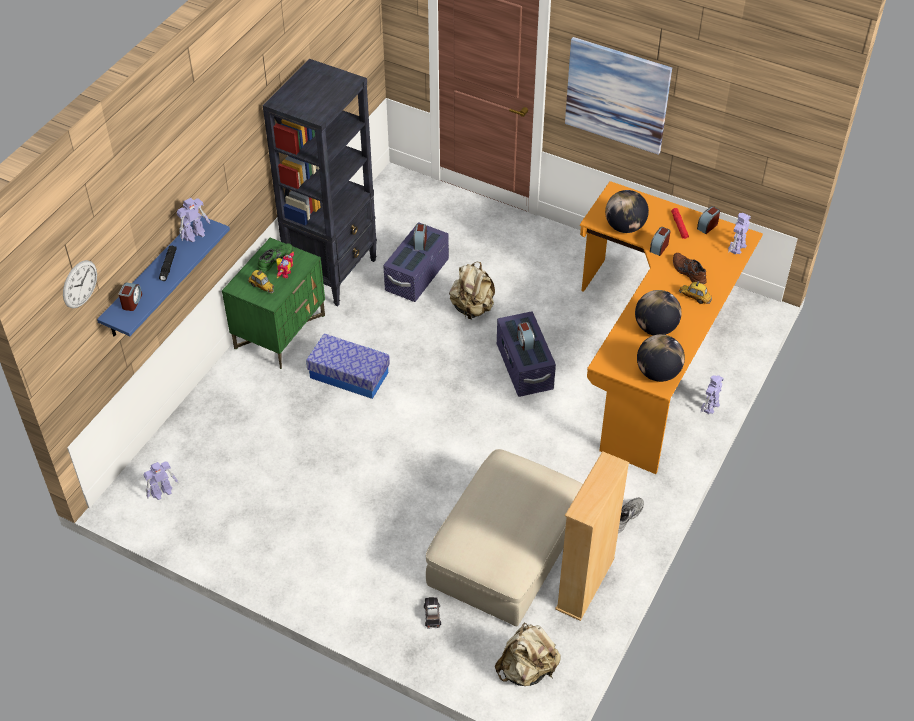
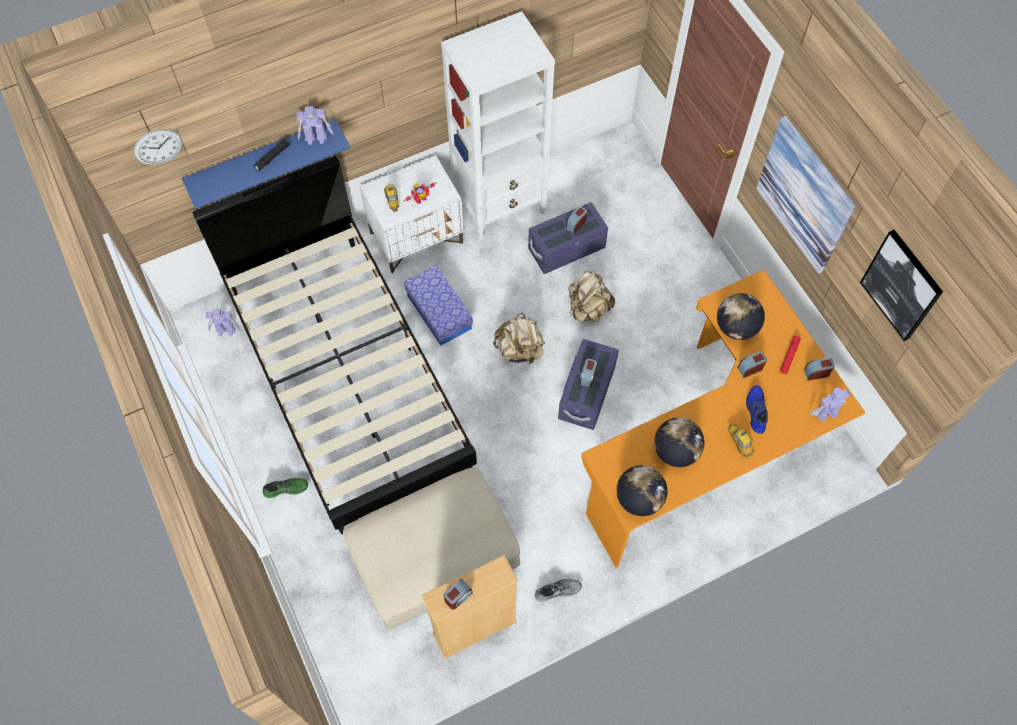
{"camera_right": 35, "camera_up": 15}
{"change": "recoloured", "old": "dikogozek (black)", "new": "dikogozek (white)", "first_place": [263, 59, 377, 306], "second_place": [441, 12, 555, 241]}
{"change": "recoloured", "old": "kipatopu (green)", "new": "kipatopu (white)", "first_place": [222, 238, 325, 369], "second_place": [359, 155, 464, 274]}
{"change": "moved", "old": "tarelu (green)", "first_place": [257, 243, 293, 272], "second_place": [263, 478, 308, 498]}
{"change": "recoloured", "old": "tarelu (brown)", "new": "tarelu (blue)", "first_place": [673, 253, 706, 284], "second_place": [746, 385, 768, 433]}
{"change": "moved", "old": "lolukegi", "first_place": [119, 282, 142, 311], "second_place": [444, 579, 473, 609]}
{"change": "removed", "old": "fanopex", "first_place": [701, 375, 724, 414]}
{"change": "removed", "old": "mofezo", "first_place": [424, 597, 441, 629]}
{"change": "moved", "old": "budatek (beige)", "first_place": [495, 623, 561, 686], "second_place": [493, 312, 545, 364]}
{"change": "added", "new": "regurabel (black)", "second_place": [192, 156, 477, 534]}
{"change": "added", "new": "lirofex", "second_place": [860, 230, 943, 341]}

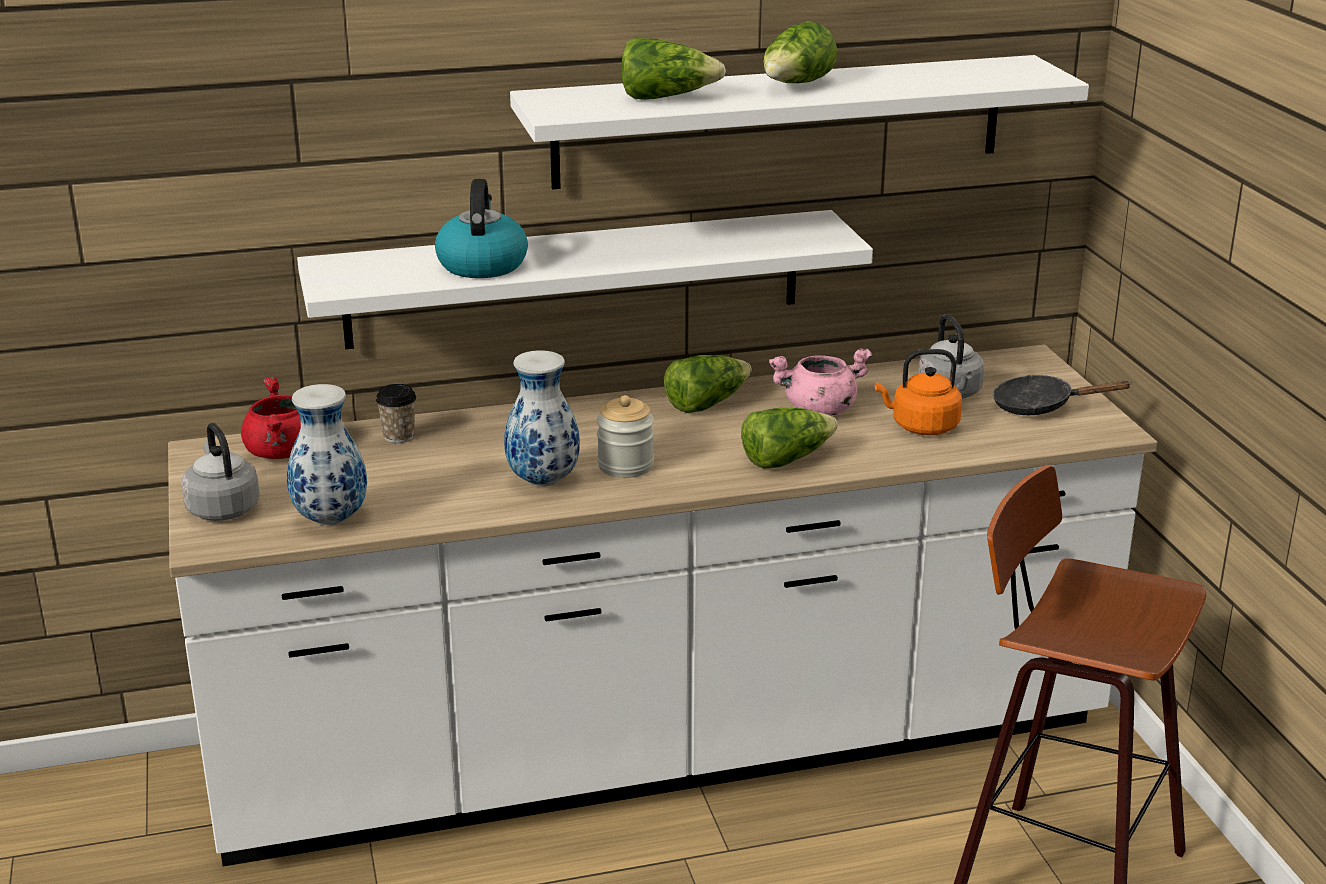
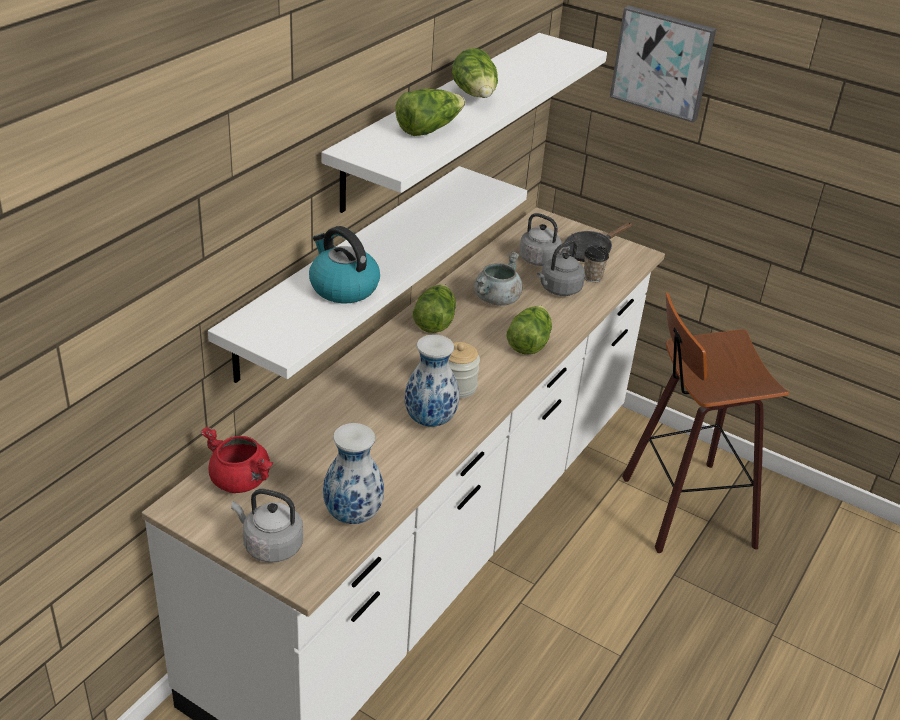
{"camera_right": -45, "camera_up": 10}
{"change": "recoloured", "old": "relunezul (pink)", "new": "relunezul (grey)", "first_place": [769, 349, 872, 416], "second_place": [474, 251, 523, 306]}
{"change": "recoloured", "old": "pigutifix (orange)", "new": "pigutifix (grey)", "first_place": [875, 349, 962, 435], "second_place": [537, 240, 585, 296]}
{"change": "moved", "old": "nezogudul", "first_place": [376, 384, 416, 443], "second_place": [584, 245, 609, 282]}
{"change": "added", "new": "lirofex", "second_place": [610, 5, 716, 123]}

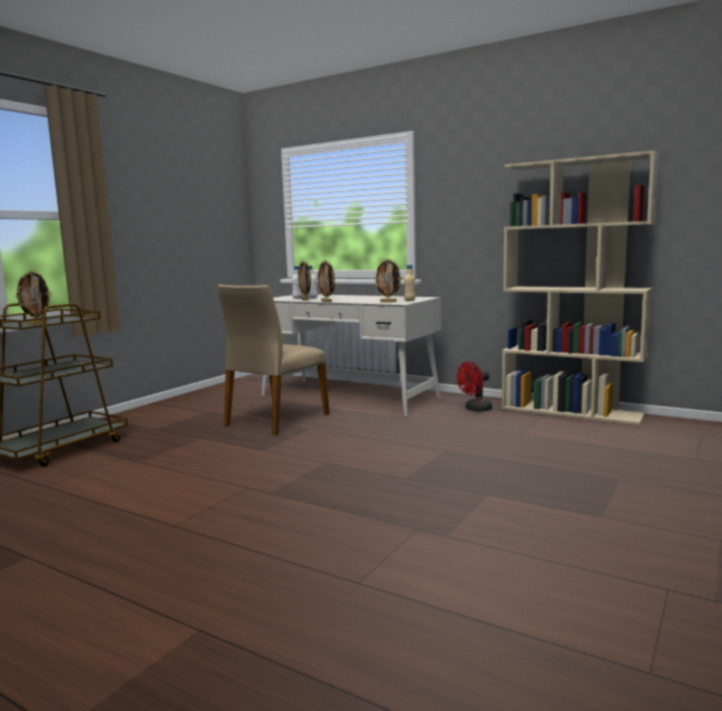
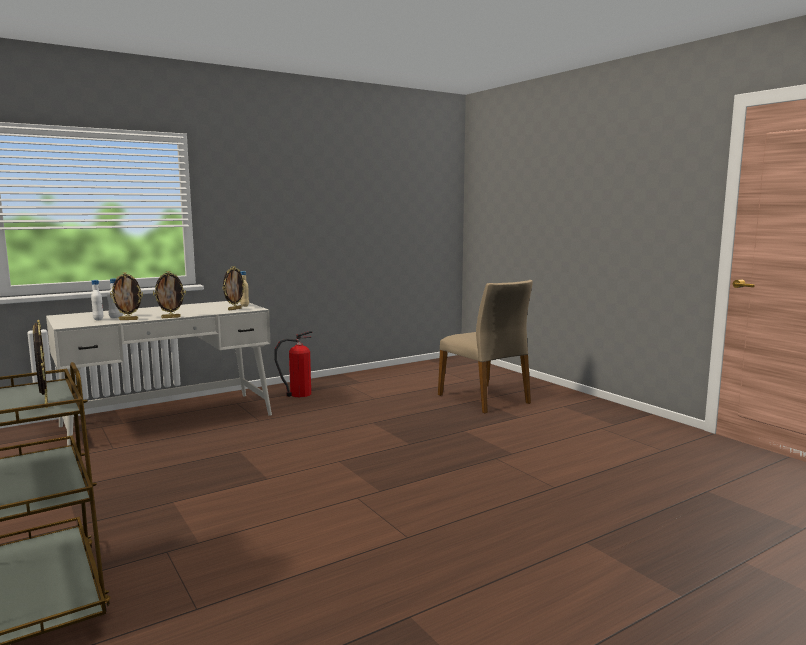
{"camera_right": -65, "camera_up": 0}
{"change": "removed", "old": "dikogozek (beige)", "first_place": [502, 150, 660, 425]}
{"change": "moved", "old": "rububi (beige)", "first_place": [217, 284, 330, 435], "second_place": [438, 280, 533, 413]}
{"change": "replaced", "old": "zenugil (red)", "new": "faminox", "first_place": [457, 361, 492, 412], "second_place": [274, 331, 312, 397]}

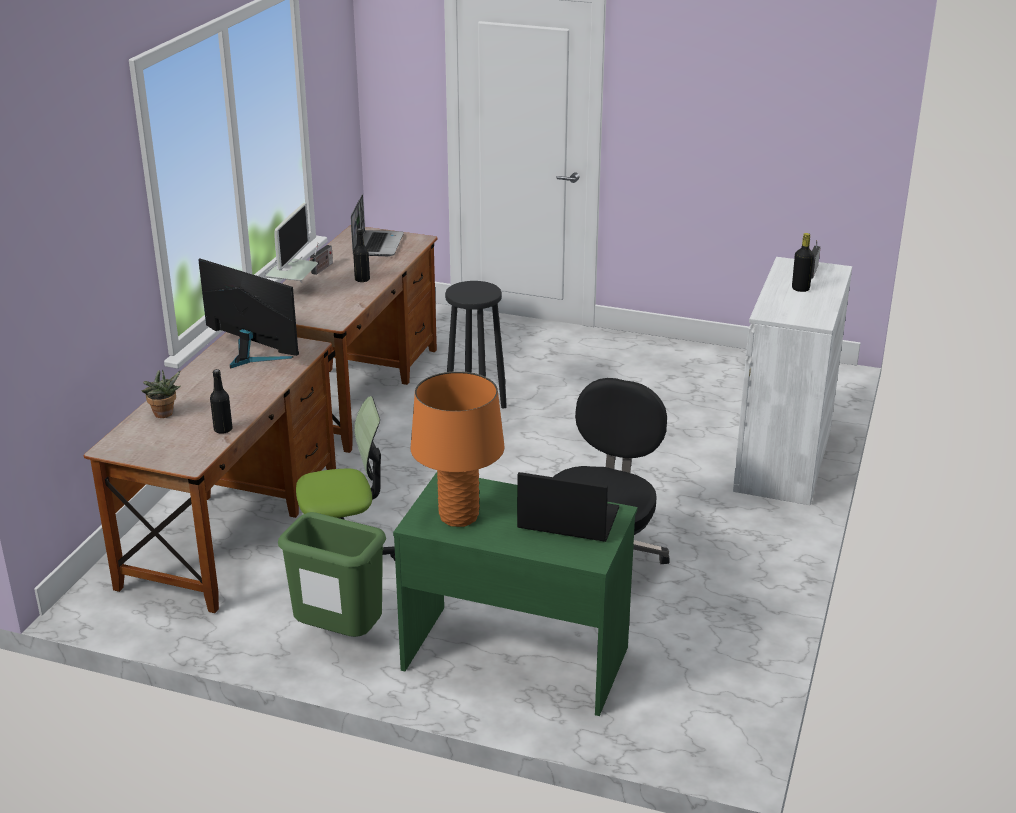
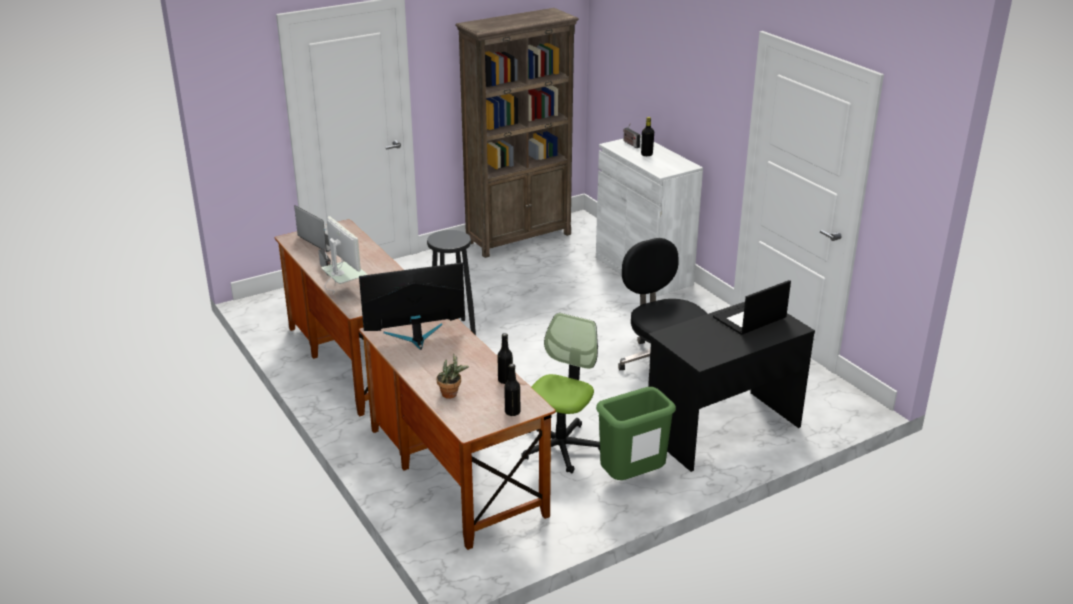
{"camera_right": -50, "camera_up": 0}
{"change": "moved", "old": "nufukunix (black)", "first_place": [353, 228, 370, 283], "second_place": [504, 364, 520, 416]}
{"change": "removed", "old": "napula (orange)", "first_place": [411, 371, 505, 527]}
{"change": "recoloured", "old": "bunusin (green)", "new": "bunusin (black)", "first_place": [393, 472, 638, 716], "second_place": [648, 302, 815, 472]}
{"change": "added", "new": "dikogozek (brown)", "second_place": [455, 8, 579, 258]}

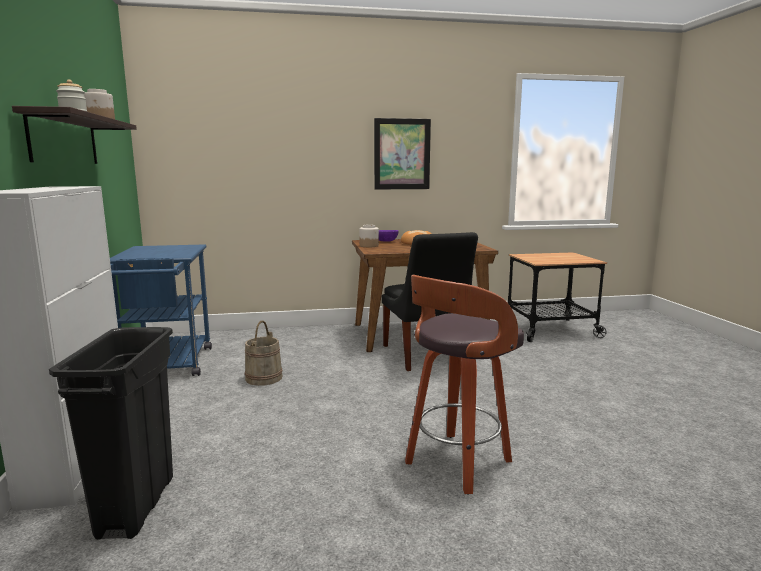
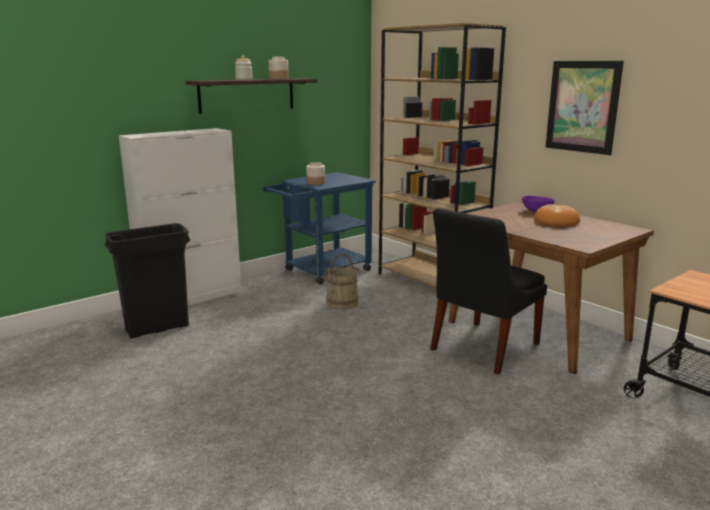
{"camera_right": 60, "camera_up": 5}
{"change": "moved", "old": "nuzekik", "first_place": [359, 224, 379, 247], "second_place": [306, 162, 325, 185]}
{"change": "removed", "old": "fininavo", "first_place": [405, 275, 524, 495]}
{"change": "added", "new": "dikogozek (brown)", "second_place": [379, 23, 506, 287]}

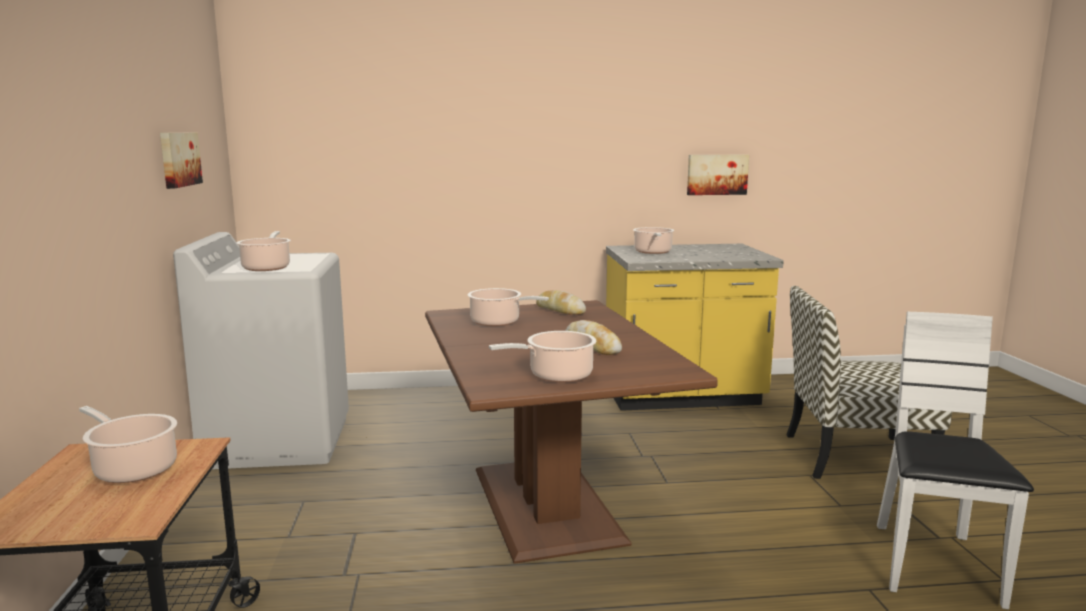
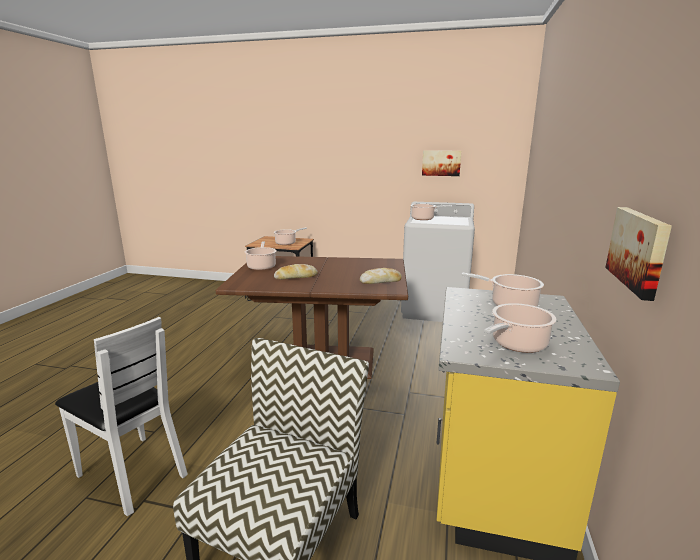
{"camera_right": 110, "camera_up": 5}
{"change": "moved", "old": "relunezul", "first_place": [467, 288, 549, 326], "second_place": [484, 303, 556, 353]}

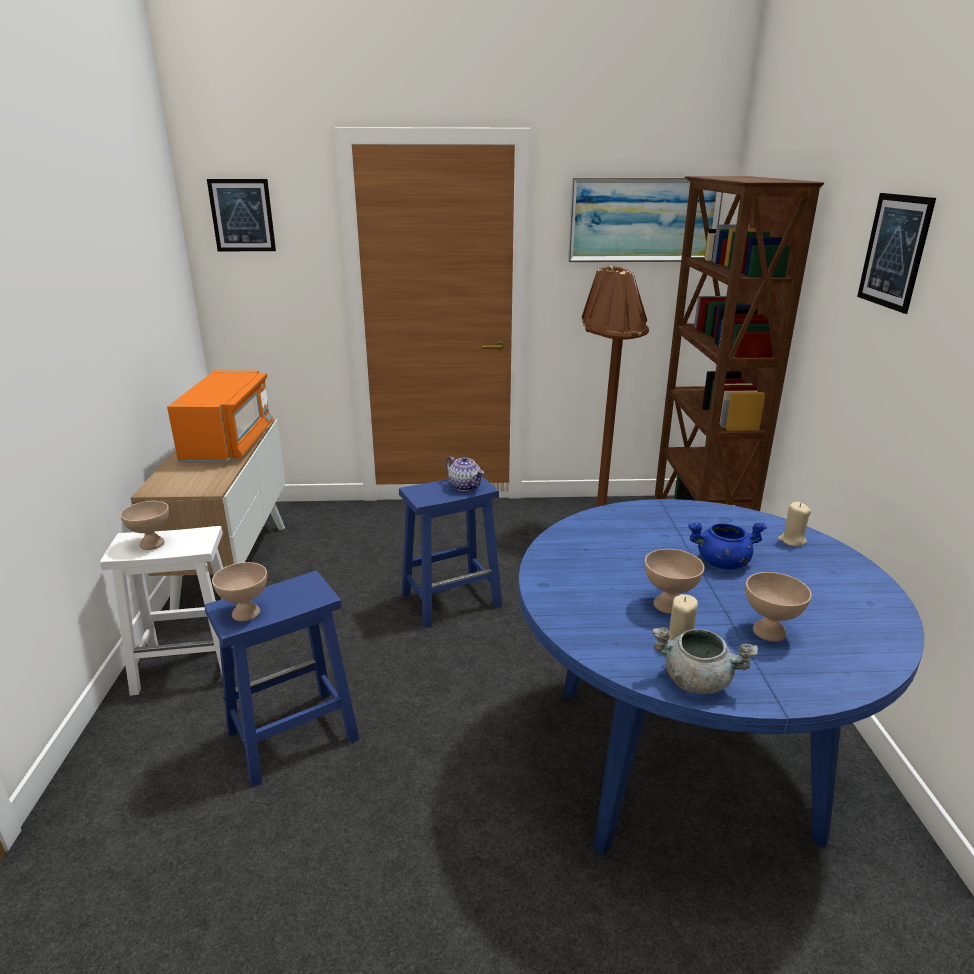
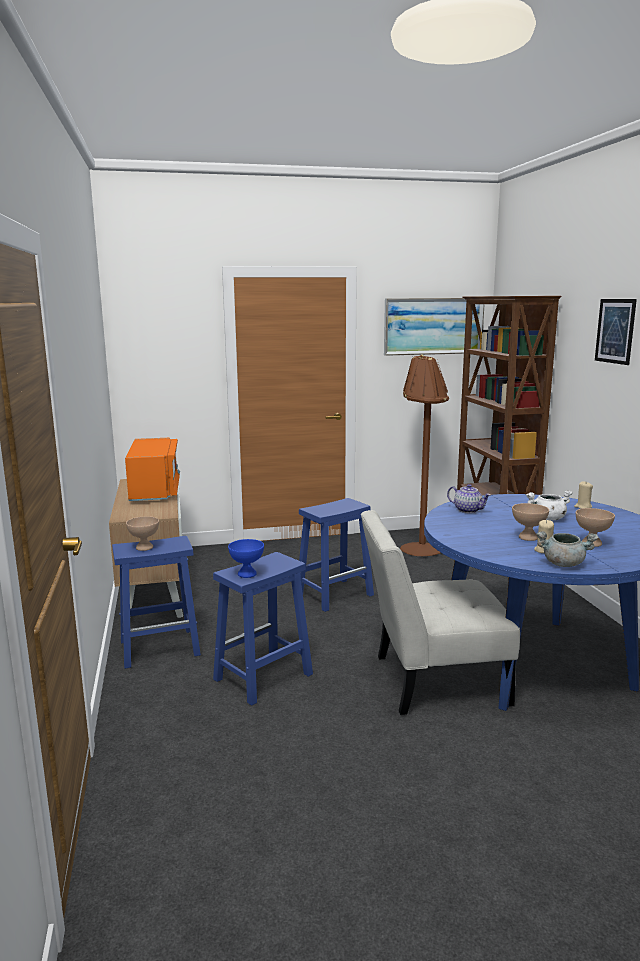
{"camera_right": -10, "camera_up": -10}
{"change": "removed", "old": "lirofex", "first_place": [207, 179, 276, 251]}
{"change": "moved", "old": "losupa", "first_place": [446, 456, 484, 491], "second_place": [447, 484, 491, 513]}
{"change": "recoloured", "old": "relunezul (blue)", "new": "relunezul (white)", "first_place": [688, 522, 767, 569], "second_place": [526, 490, 572, 521]}
{"change": "recoloured", "old": "fininavo (white)", "new": "fininavo (blue)", "first_place": [100, 526, 223, 696], "second_place": [112, 536, 201, 669]}
{"change": "recoloured", "old": "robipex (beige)", "new": "robipex (blue)", "first_place": [212, 562, 267, 622], "second_place": [228, 539, 264, 578]}
{"change": "added", "new": "rububi (white)", "second_place": [361, 510, 520, 715]}

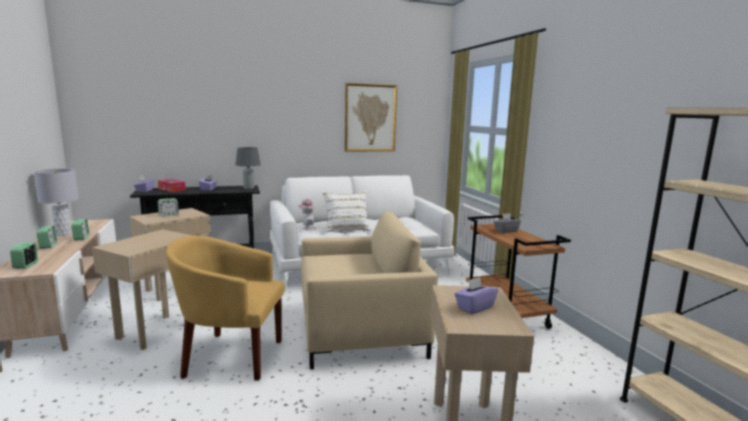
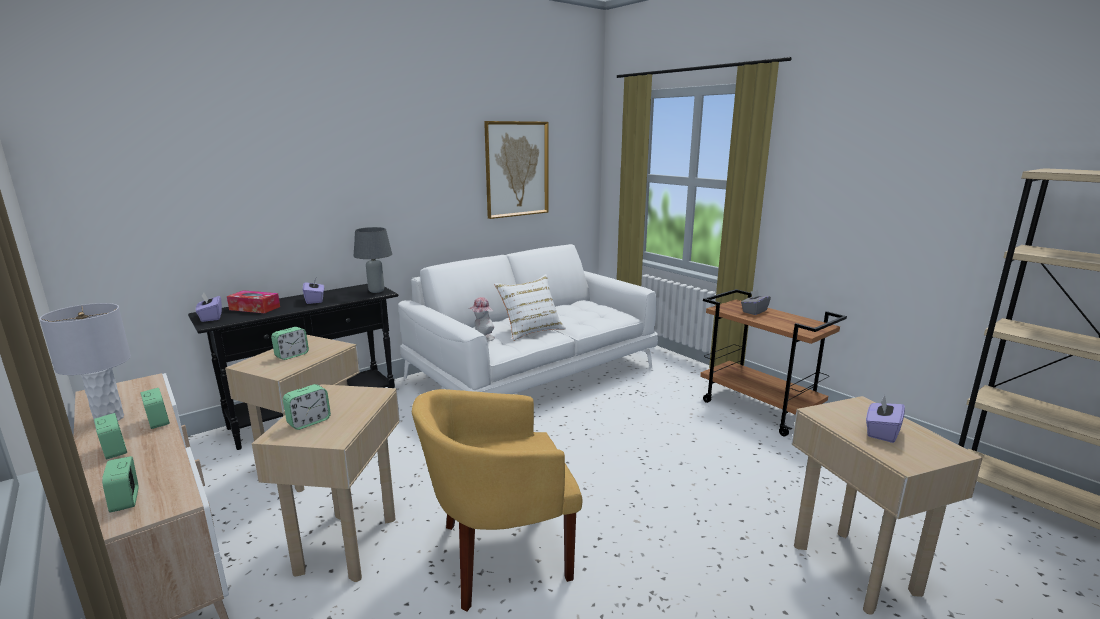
{"camera_right": -20, "camera_up": 5}
{"change": "removed", "old": "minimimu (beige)", "first_place": [301, 212, 438, 369]}
{"change": "added", "new": "lolukegi", "second_place": [283, 384, 331, 430]}

